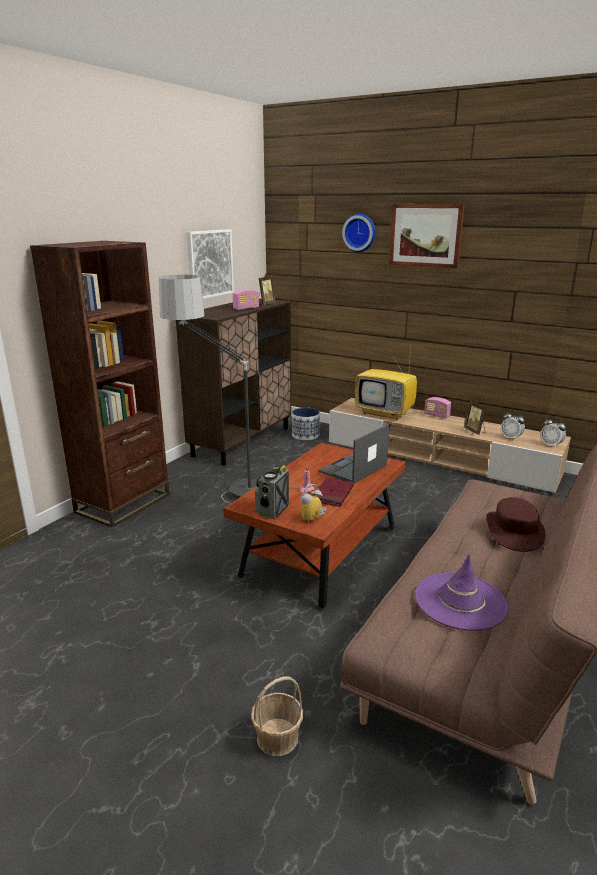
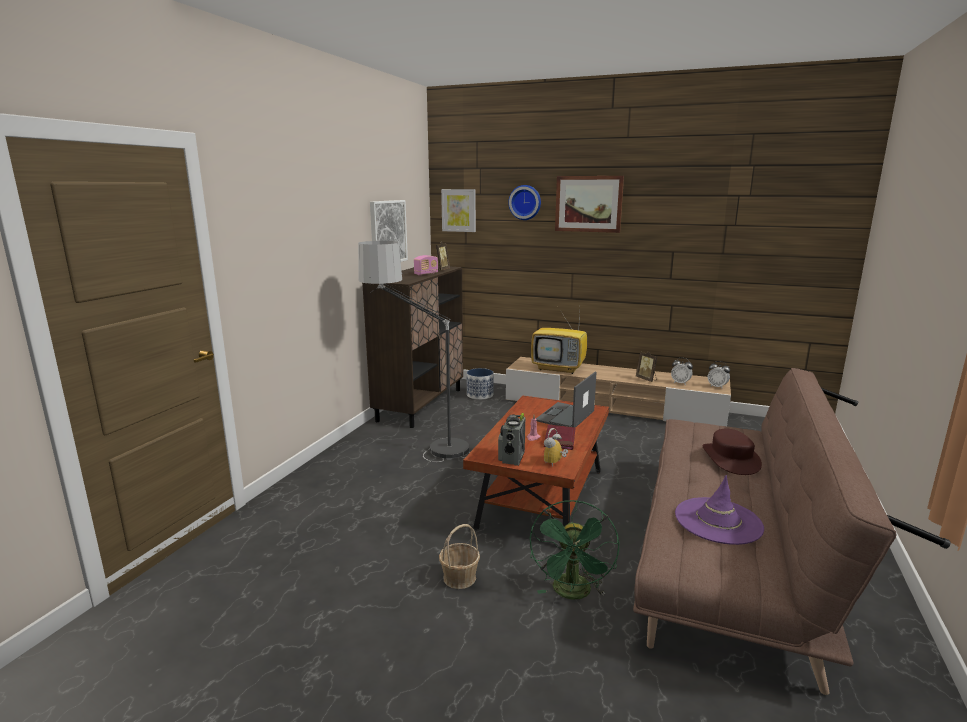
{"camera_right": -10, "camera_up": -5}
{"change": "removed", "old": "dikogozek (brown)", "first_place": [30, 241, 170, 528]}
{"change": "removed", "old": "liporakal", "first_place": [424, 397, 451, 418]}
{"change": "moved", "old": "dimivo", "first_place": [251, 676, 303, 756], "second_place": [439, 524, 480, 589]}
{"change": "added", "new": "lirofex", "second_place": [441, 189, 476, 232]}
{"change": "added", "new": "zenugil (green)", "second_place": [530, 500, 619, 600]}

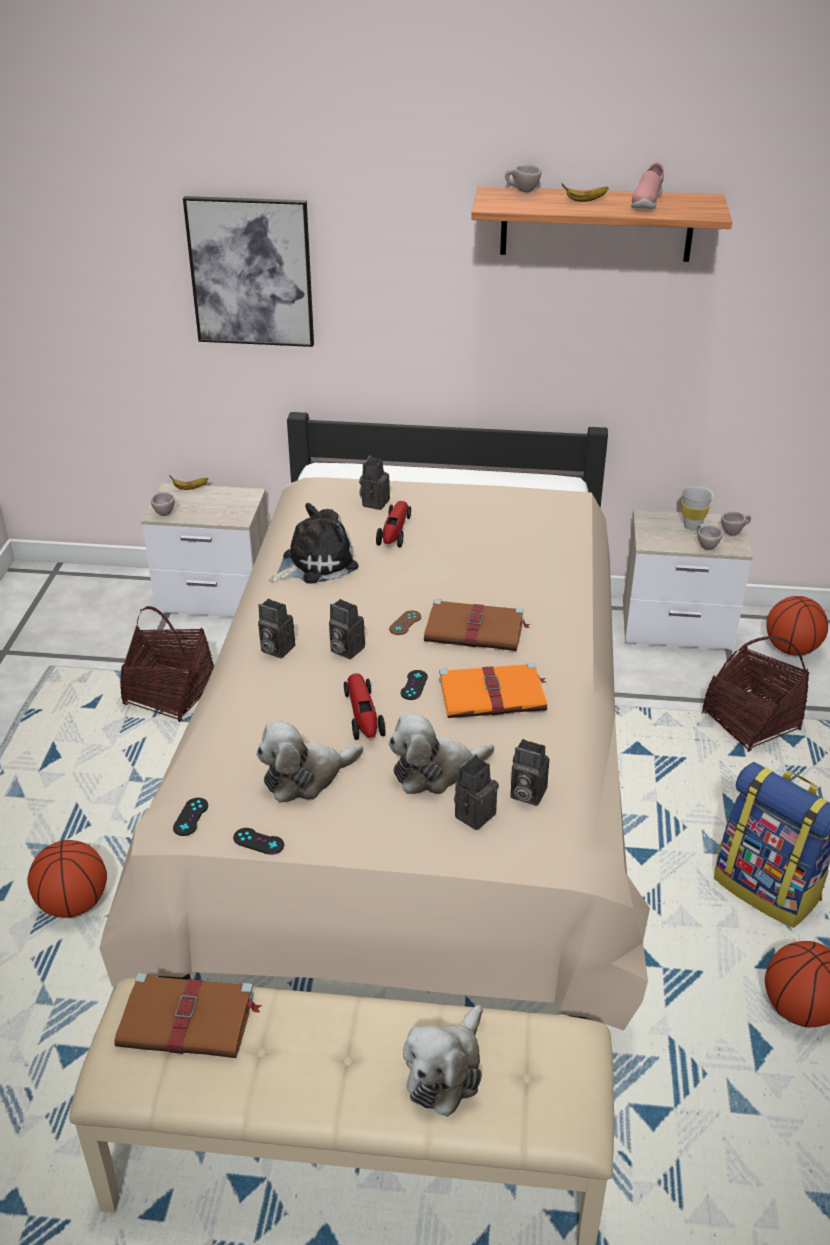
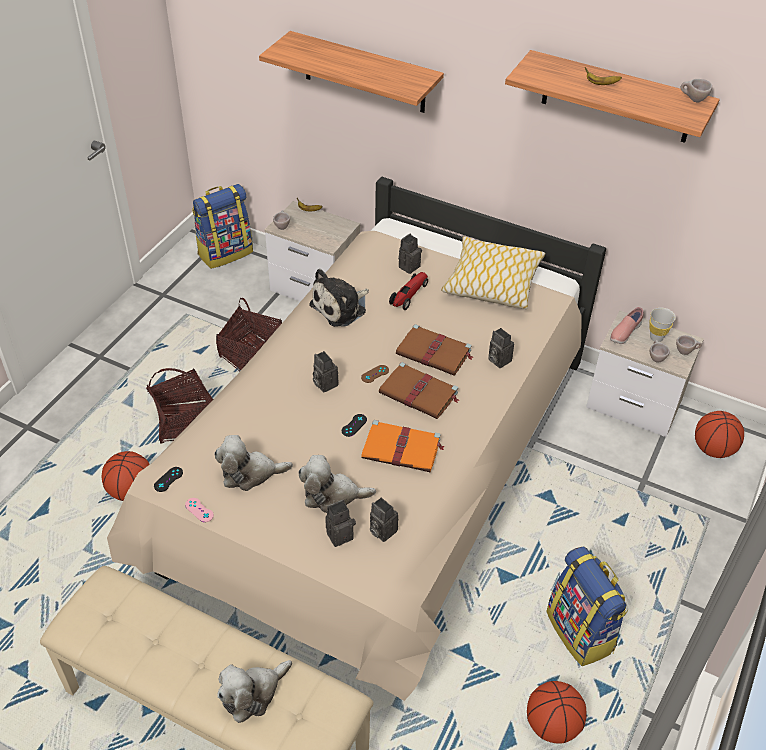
{"camera_right": 20, "camera_up": 10}
{"change": "moved", "old": "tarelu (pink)", "first_place": [631, 162, 664, 209], "second_place": [610, 307, 643, 344]}
{"change": "moved", "old": "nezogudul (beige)", "first_place": [505, 165, 542, 192], "second_place": [681, 79, 712, 102]}
{"change": "replaced", "old": "lirofex", "new": "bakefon", "first_place": [183, 196, 314, 347], "second_place": [259, 31, 444, 113]}
{"change": "turned", "old": "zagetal", "first_place": [269, 503, 358, 584], "second_place": [309, 269, 369, 327], "degrees": 150}
{"change": "moved", "old": "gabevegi", "first_place": [258, 599, 295, 658], "second_place": [488, 328, 514, 368]}
{"change": "moved", "old": "dimivo", "first_place": [702, 636, 810, 752], "second_place": [146, 368, 213, 444]}
{"change": "removed", "old": "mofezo", "first_place": [344, 673, 386, 740]}
{"change": "recoloured", "old": "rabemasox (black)", "new": "rabemasox (pink)", "first_place": [233, 828, 284, 855], "second_place": [185, 498, 214, 522]}
{"change": "moved", "old": "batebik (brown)", "first_place": [114, 973, 262, 1058], "second_place": [396, 324, 473, 376]}
{"change": "added", "new": "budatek", "second_place": [192, 184, 253, 269]}
{"change": "added", "new": "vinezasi", "second_place": [441, 236, 545, 309]}

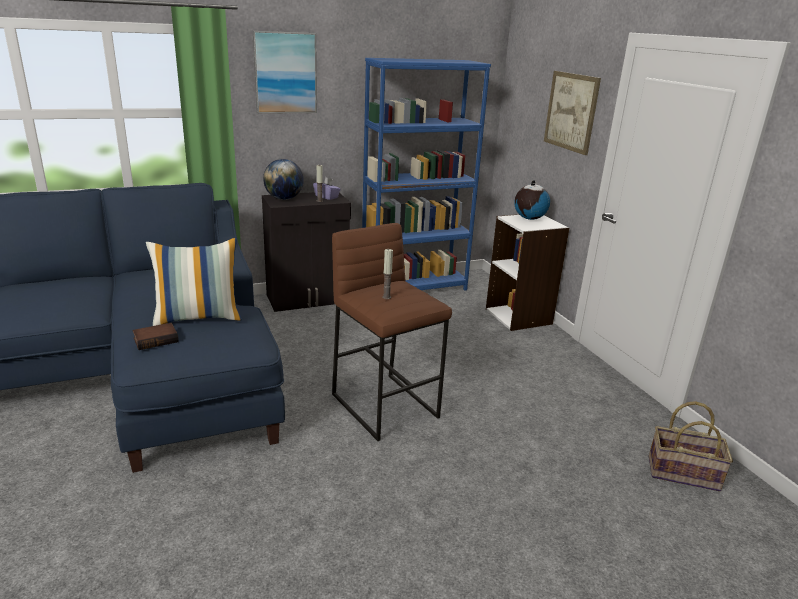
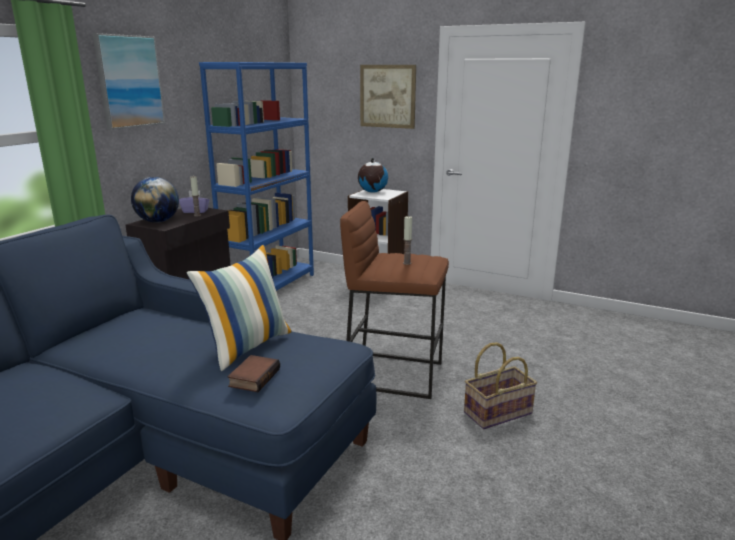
{"camera_right": -40, "camera_up": -5}
{"change": "moved", "old": "dimivo", "first_place": [648, 401, 733, 491], "second_place": [464, 342, 537, 429]}

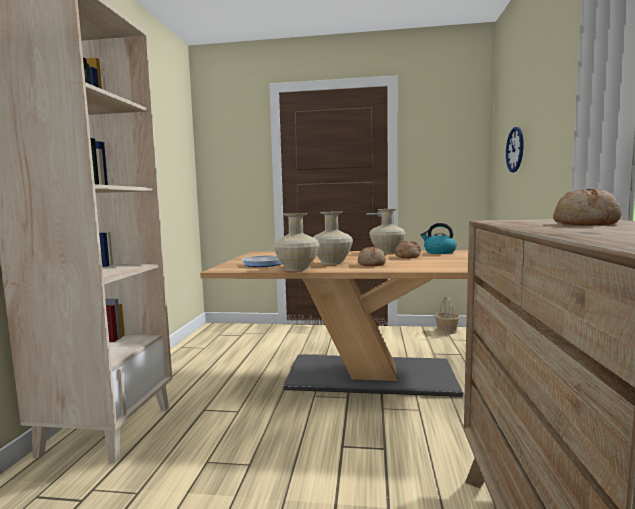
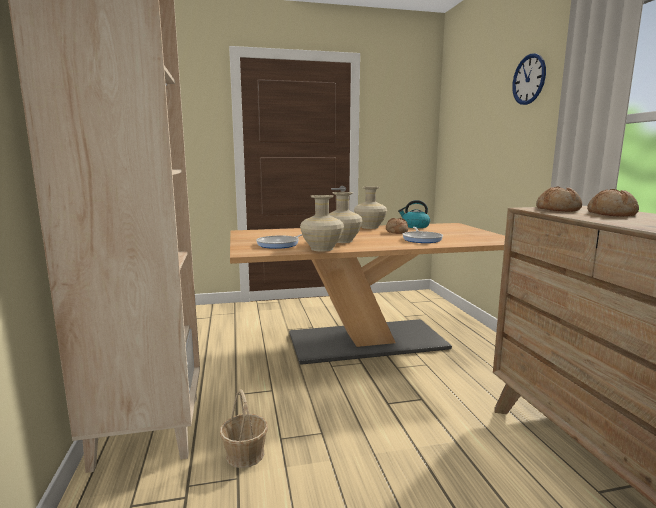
{"camera_right": -20, "camera_up": 5}
{"change": "moved", "old": "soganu", "first_place": [506, 127, 524, 172], "second_place": [512, 53, 546, 105]}
{"change": "moved", "old": "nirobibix", "first_place": [358, 246, 386, 266], "second_place": [536, 187, 582, 212]}
{"change": "moved", "old": "dimivo", "first_place": [435, 296, 460, 334], "second_place": [220, 389, 268, 468]}
{"change": "added", "new": "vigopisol", "second_place": [402, 227, 443, 243]}

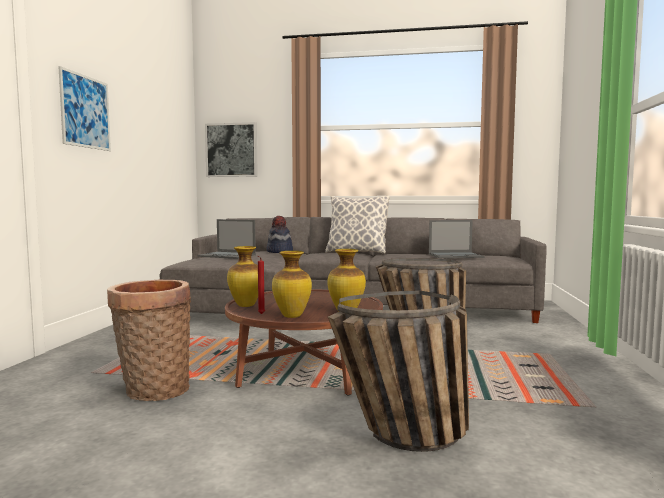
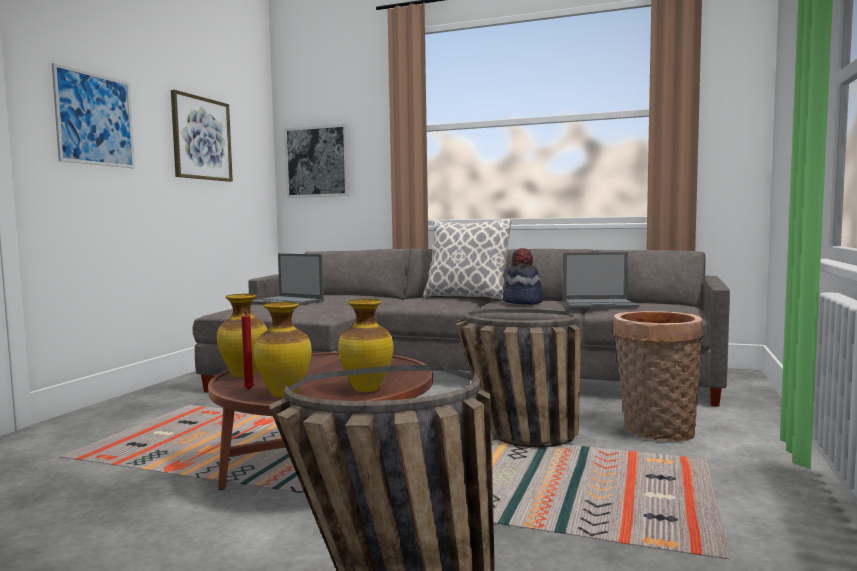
{"camera_right": 10, "camera_up": 0}
{"change": "moved", "old": "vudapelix", "first_place": [266, 216, 293, 253], "second_place": [503, 248, 543, 305]}
{"change": "moved", "old": "dimivo", "first_place": [107, 280, 191, 401], "second_place": [613, 311, 704, 442]}
{"change": "added", "new": "lirofex", "second_place": [171, 90, 233, 182]}

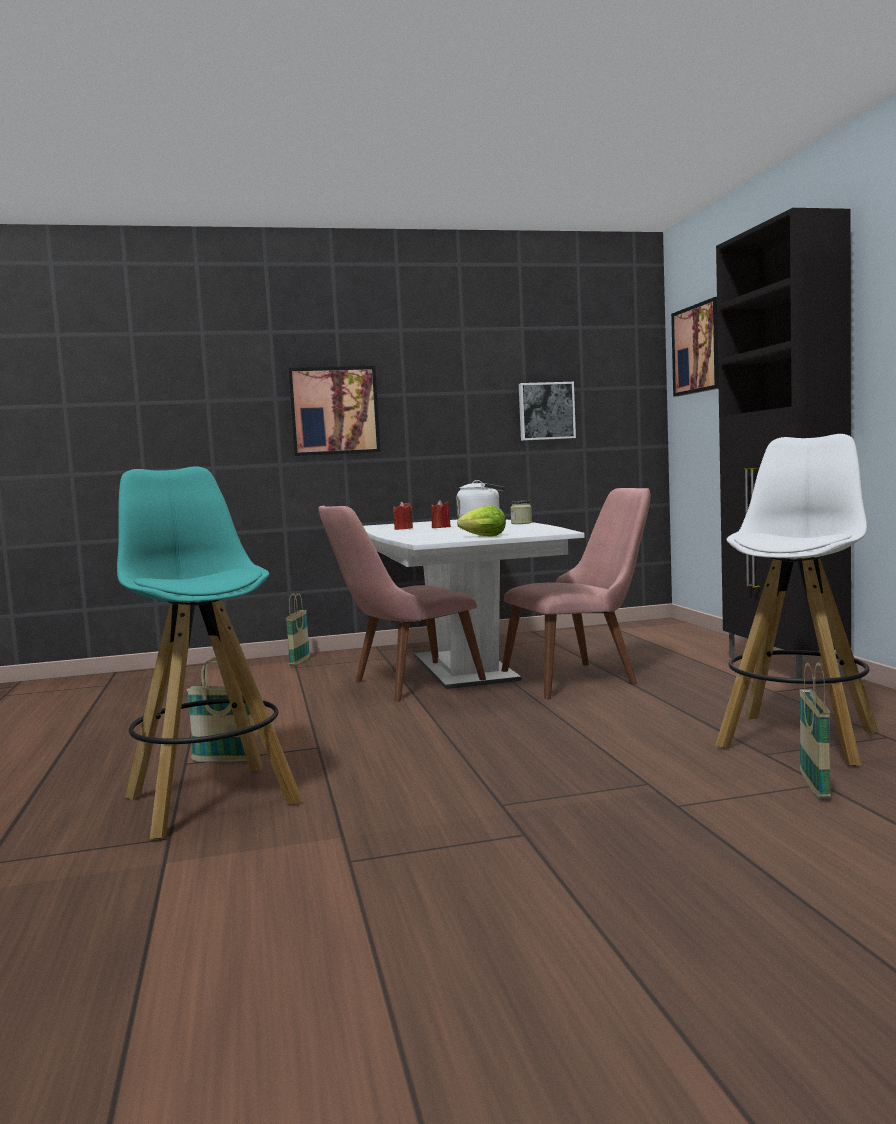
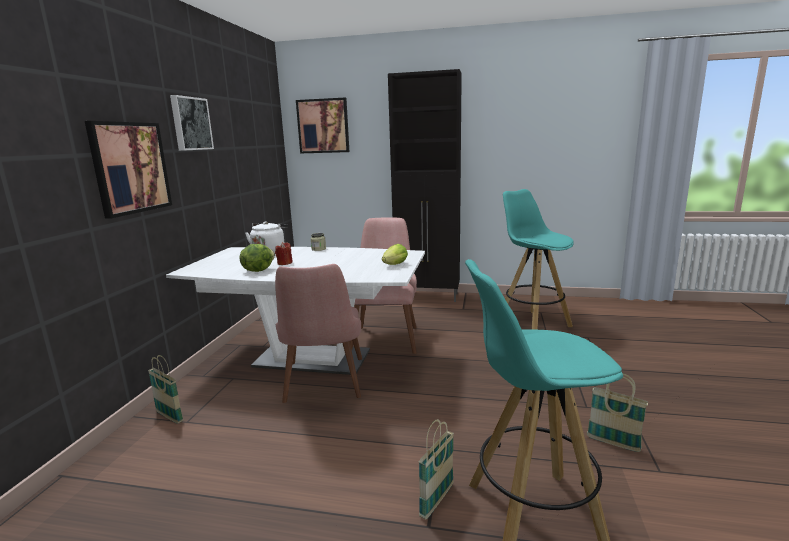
{"camera_right": -65, "camera_up": 10}
{"change": "moved", "old": "lirofex", "first_place": [519, 382, 576, 441], "second_place": [170, 95, 214, 151]}
{"change": "recoloured", "old": "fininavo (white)", "new": "fininavo (turquoise)", "first_place": [715, 434, 878, 766], "second_place": [503, 189, 573, 330]}
{"change": "replaced", "old": "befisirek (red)", "new": "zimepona", "first_place": [393, 501, 413, 530], "second_place": [240, 244, 275, 272]}
{"change": "moved", "old": "dimivo", "first_place": [800, 662, 831, 799], "second_place": [587, 373, 648, 452]}

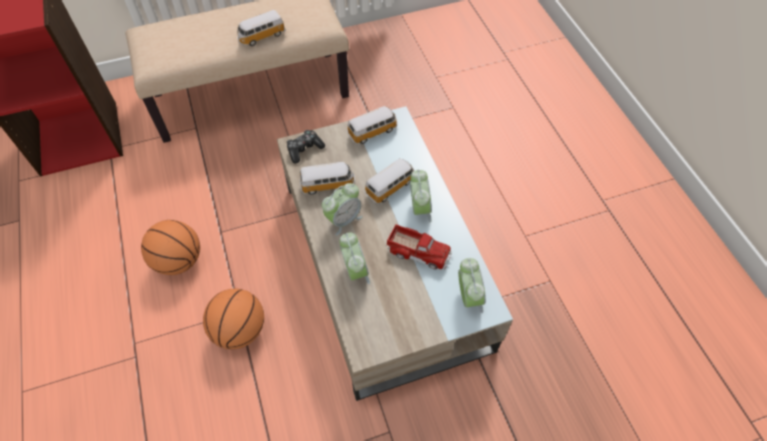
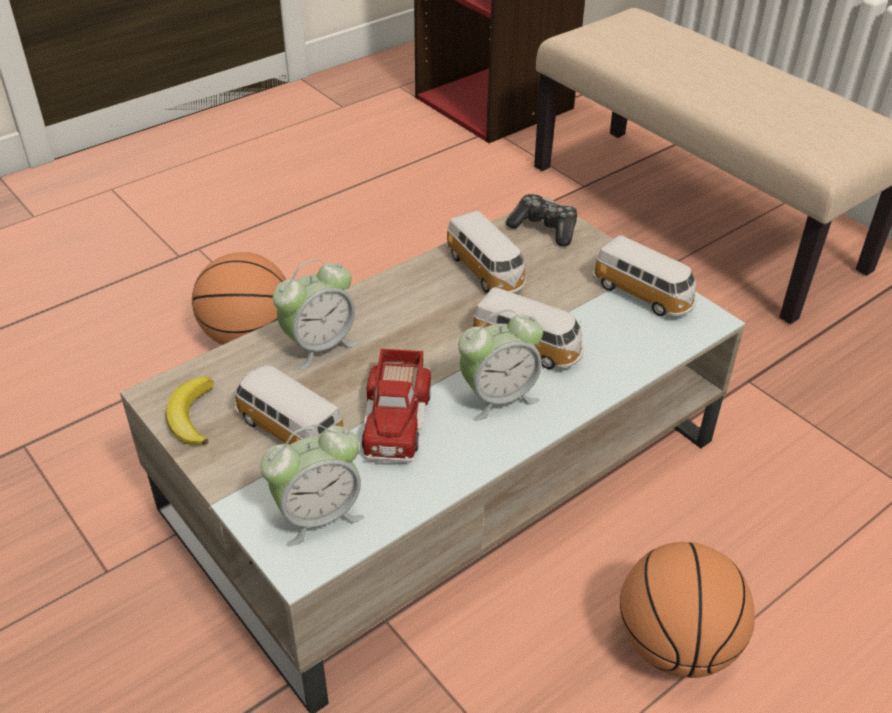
{"camera_right": 70, "camera_up": -15}
{"change": "moved", "old": "mofezo", "first_place": [237, 10, 285, 46], "second_place": [232, 365, 343, 445]}
{"change": "removed", "old": "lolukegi", "first_place": [322, 183, 363, 236]}
{"change": "moved", "old": "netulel", "first_place": [141, 220, 200, 275], "second_place": [620, 542, 755, 678]}
{"change": "added", "new": "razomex", "second_place": [166, 376, 213, 445]}

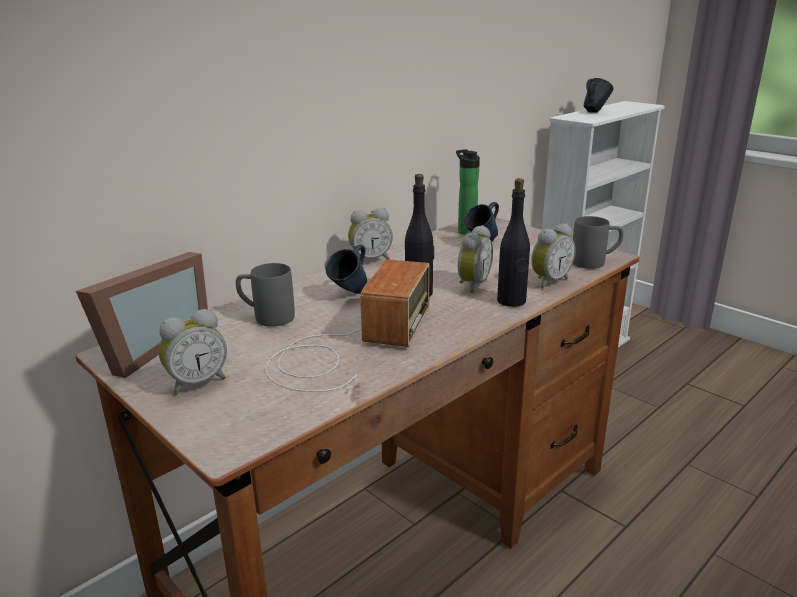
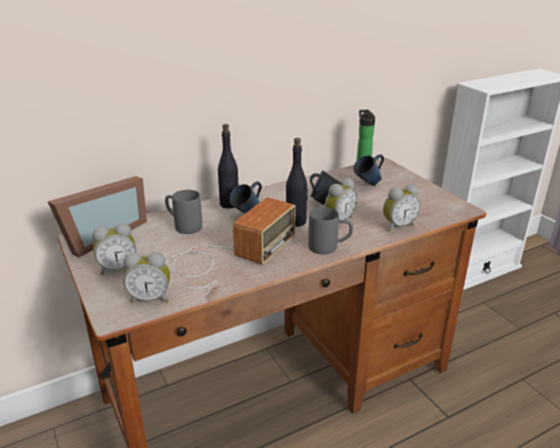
{"camera_right": 15, "camera_up": 5}
{"change": "moved", "old": "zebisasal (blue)", "first_place": [584, 78, 614, 113], "second_place": [310, 171, 341, 205]}
{"change": "moved", "old": "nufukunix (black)", "first_place": [497, 178, 530, 307], "second_place": [218, 124, 238, 209]}
{"change": "moved", "old": "lolukegi", "first_place": [348, 208, 393, 260], "second_place": [123, 252, 170, 303]}
{"change": "moved", "old": "zebisasal (grey)", "first_place": [573, 216, 623, 269], "second_place": [308, 207, 353, 254]}

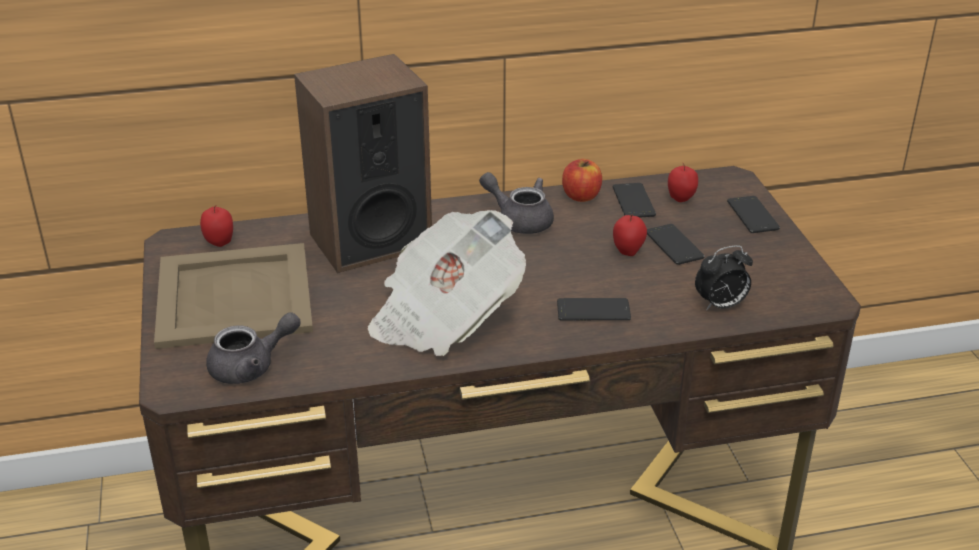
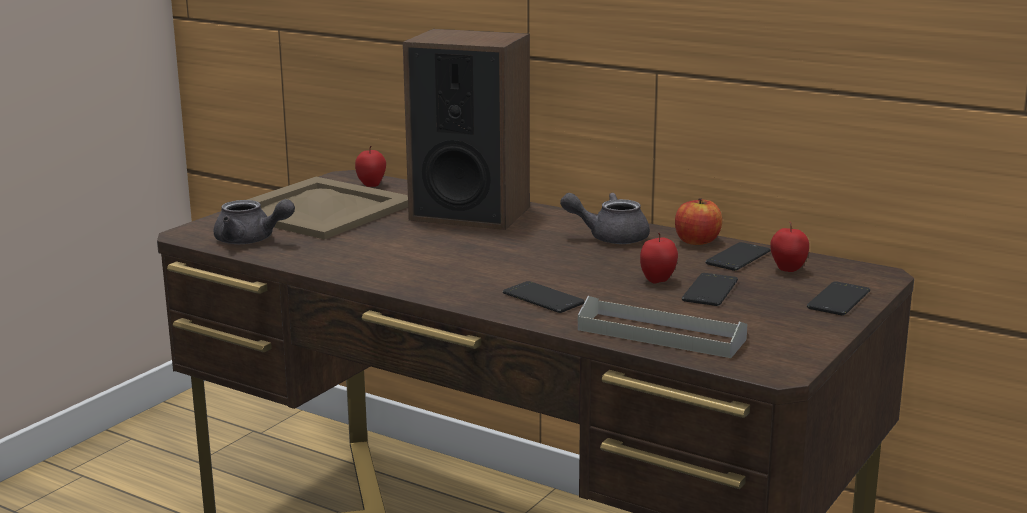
{"camera_right": 45, "camera_up": -15}
{"change": "turned", "old": "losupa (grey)", "first_place": [479, 172, 554, 234], "second_place": [560, 193, 650, 244], "degrees": -75}
{"change": "removed", "old": "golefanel", "first_place": [368, 210, 526, 356]}
{"change": "replaced", "old": "lolukegi", "new": "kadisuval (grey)", "first_place": [695, 245, 753, 311], "second_place": [578, 296, 748, 358]}

